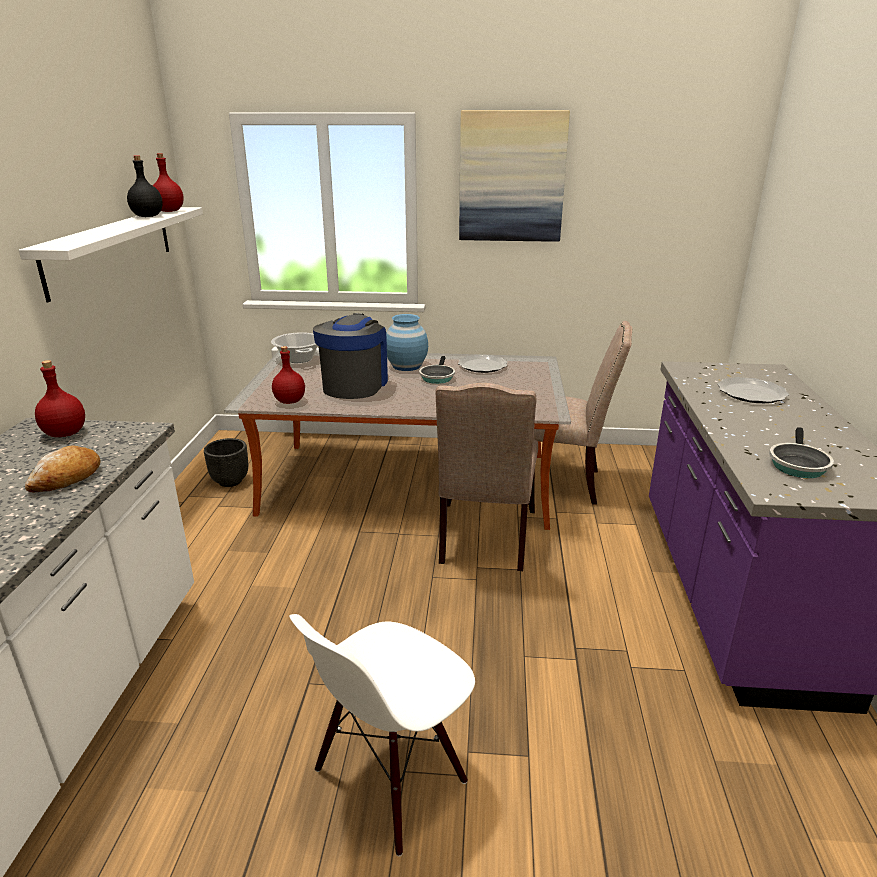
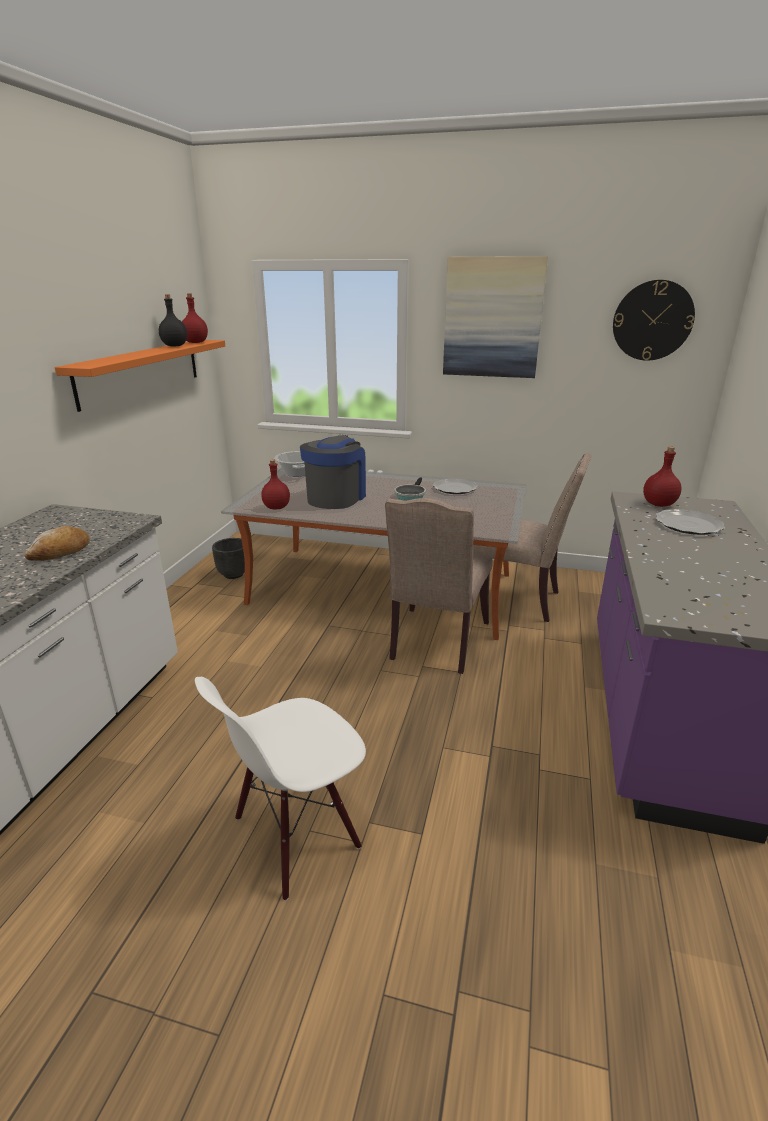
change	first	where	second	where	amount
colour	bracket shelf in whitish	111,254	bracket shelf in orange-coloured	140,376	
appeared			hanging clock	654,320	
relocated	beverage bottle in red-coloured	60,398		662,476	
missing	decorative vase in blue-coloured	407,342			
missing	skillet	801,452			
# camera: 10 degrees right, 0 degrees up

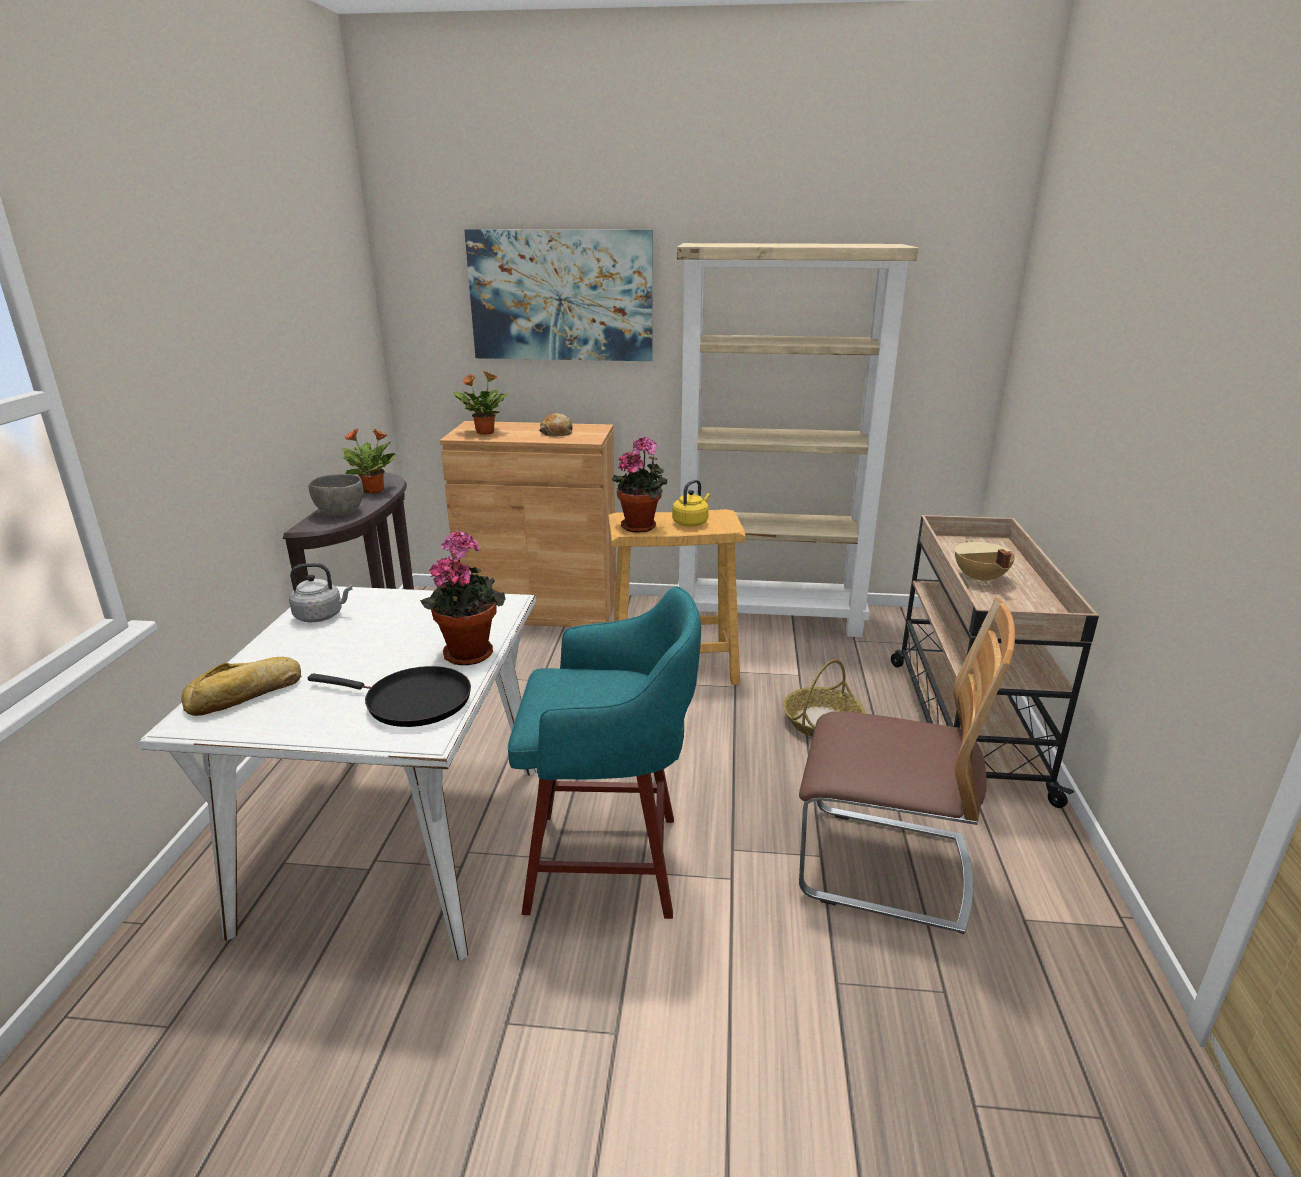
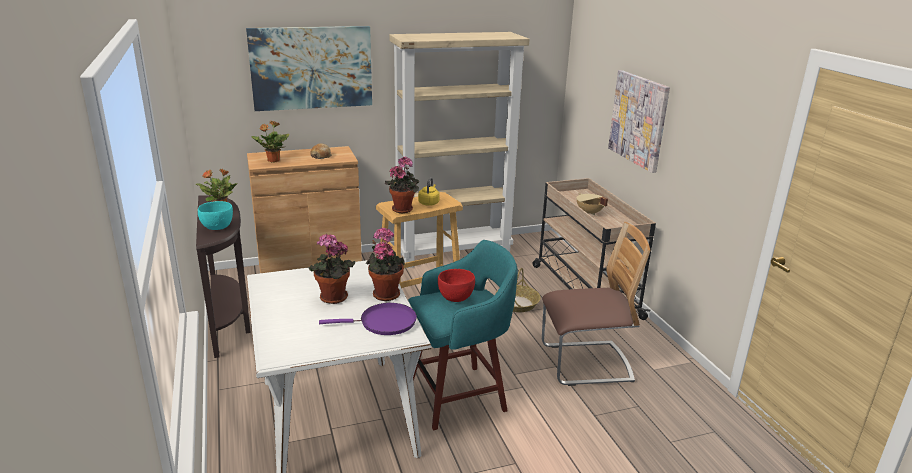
change	first	where	second	where	amount
colour	deep dish in grey	336,495	deep dish in turquoise-coloured	215,215	
appeared			houseplant	331,269	
colour	skillet in blackish	389,696	skillet in purplish	368,319	
appeared			deep dish in red-coloured	456,285	
appeared			picture	639,121	
missing	bakery bread	241,686			
missing	kettle in grey	320,592			
# camera: 25 degrees left, 0 degrees up

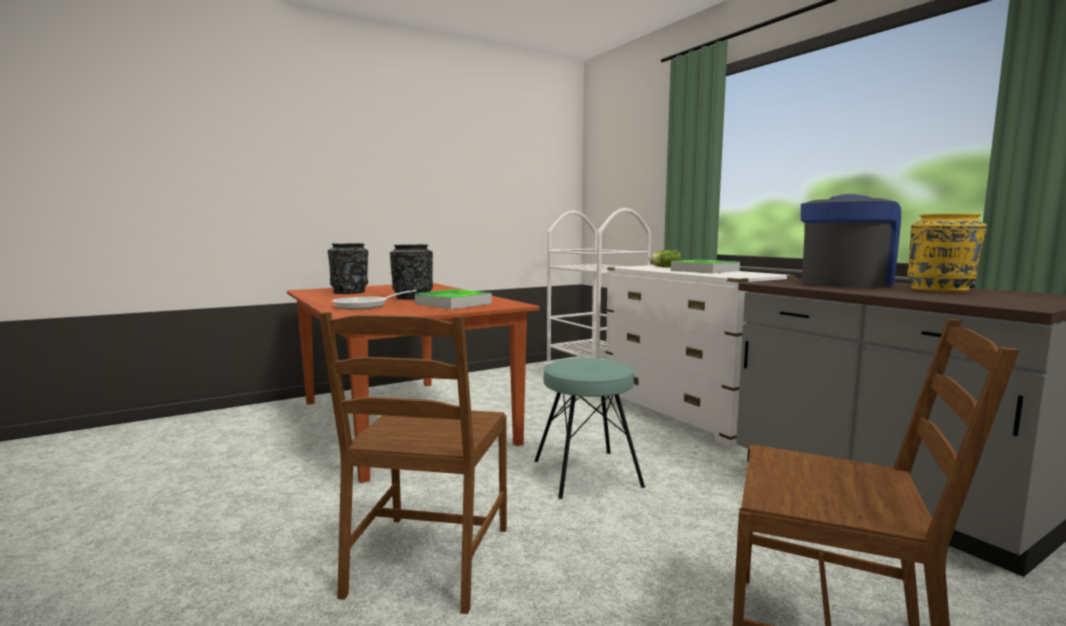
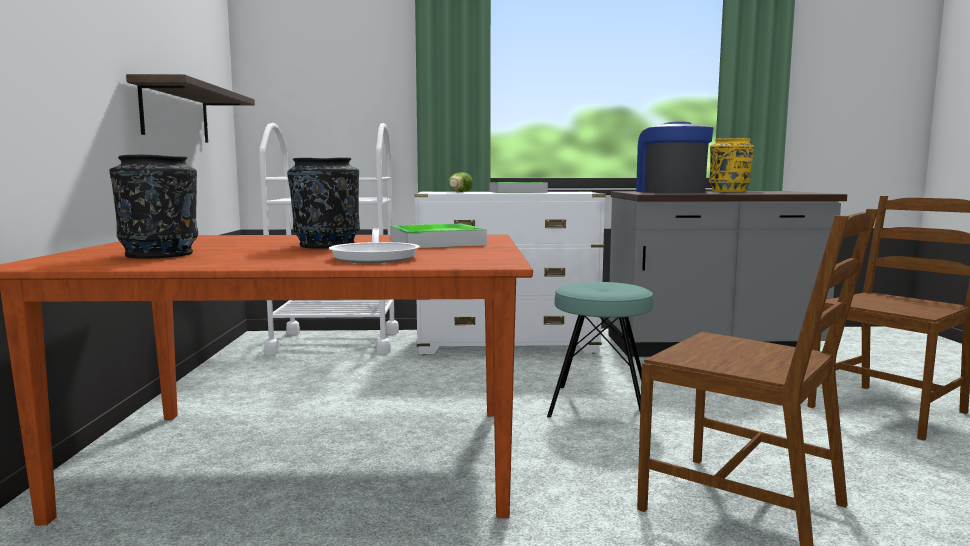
change	first	where	second	where	amount
appeared			bracket shelf	190,108	
# camera: 60 degrees left, 0 degrees up

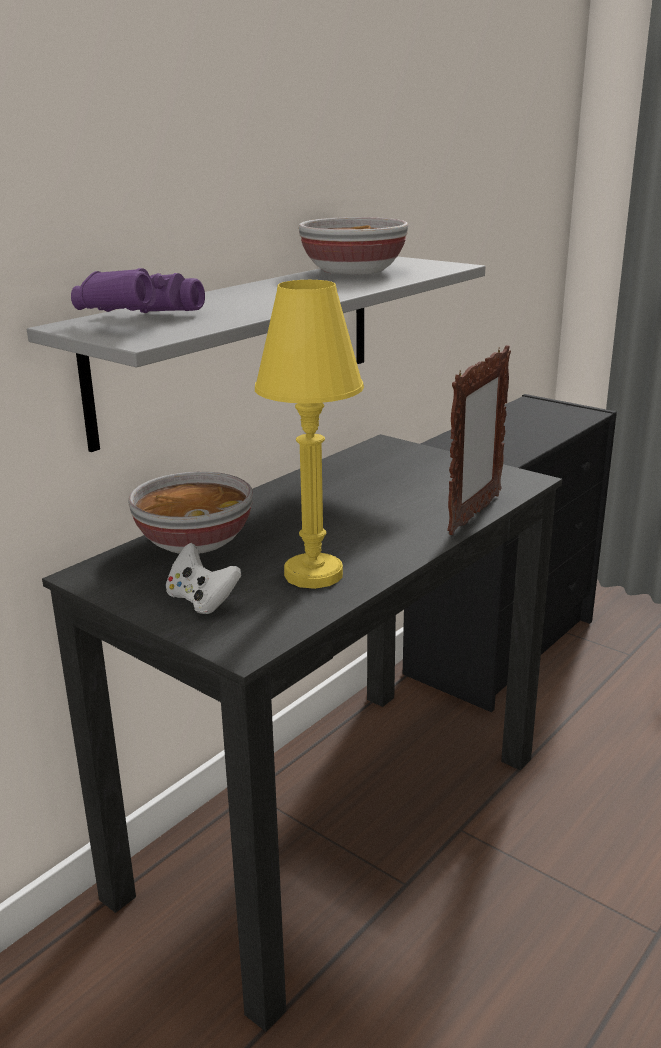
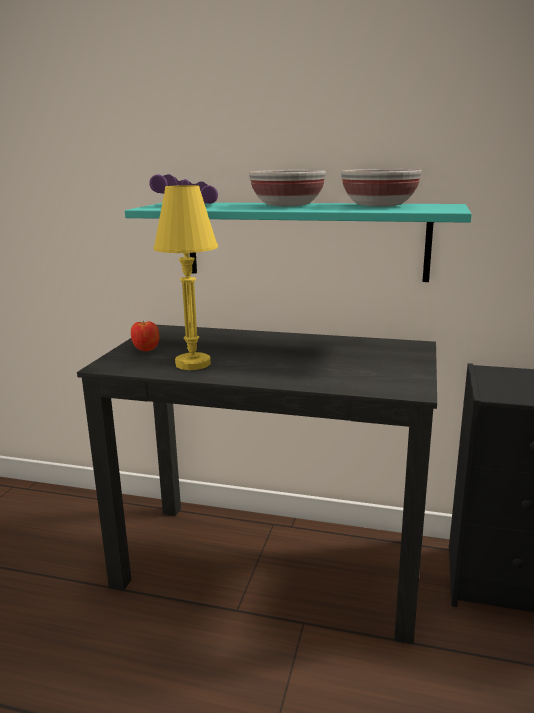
change	first	where	second	where	amount
colour	bracket shelf in grey	256,354	bracket shelf in turquoise-coloured	298,242	
exchanged	joypad in whitish	203,578	apple fruit	145,336	
relocated	deep dish	190,513		287,188	
missing	picture frame	479,440			
# camera: 65 degrees right, 5 degrees down

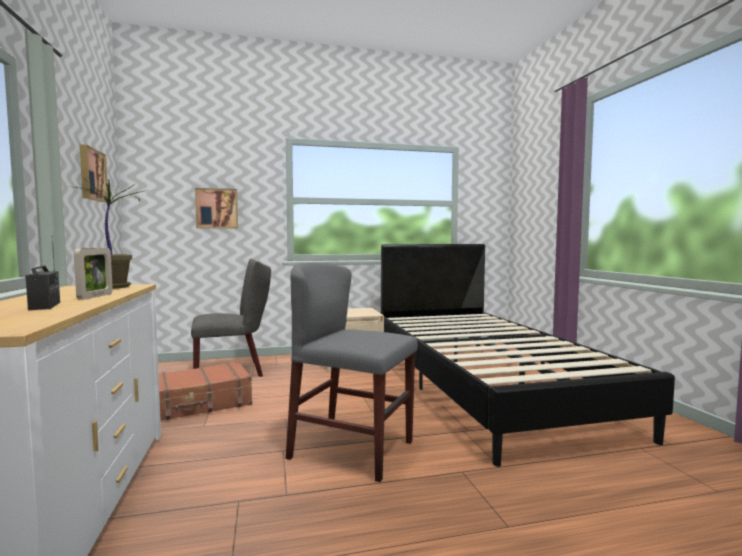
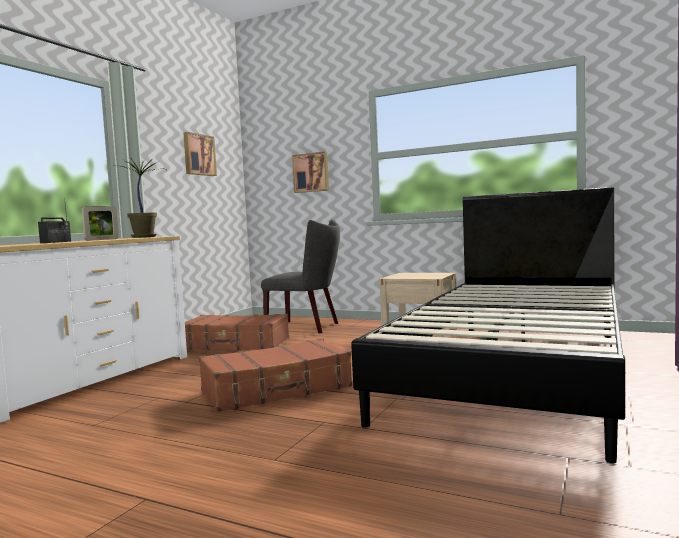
change	first	where	second	where	amount
exchanged	chair in grey	352,372	suitcase in brown-coloured	275,375	
# camera: 40 degrees right, 0 degrees up

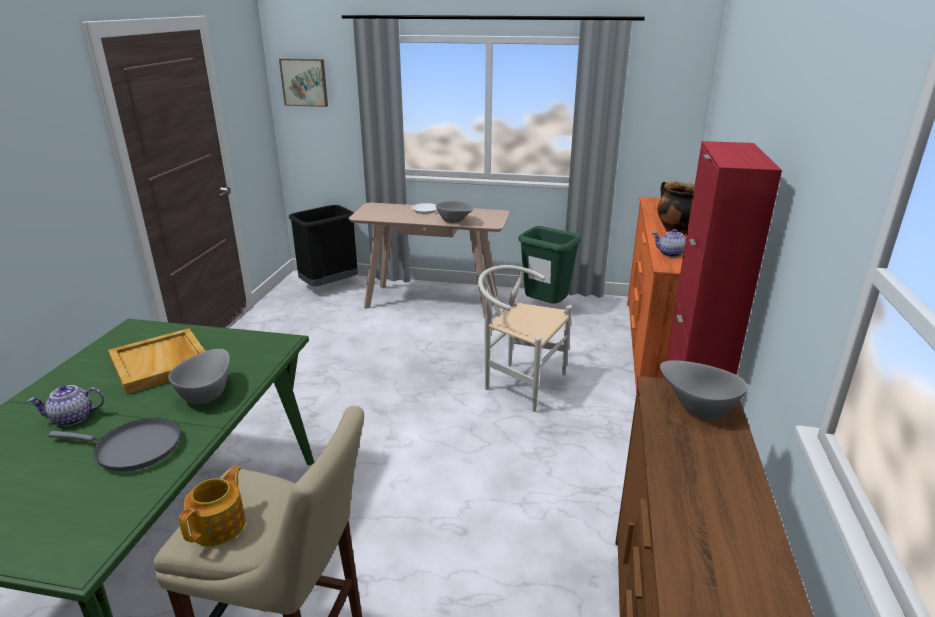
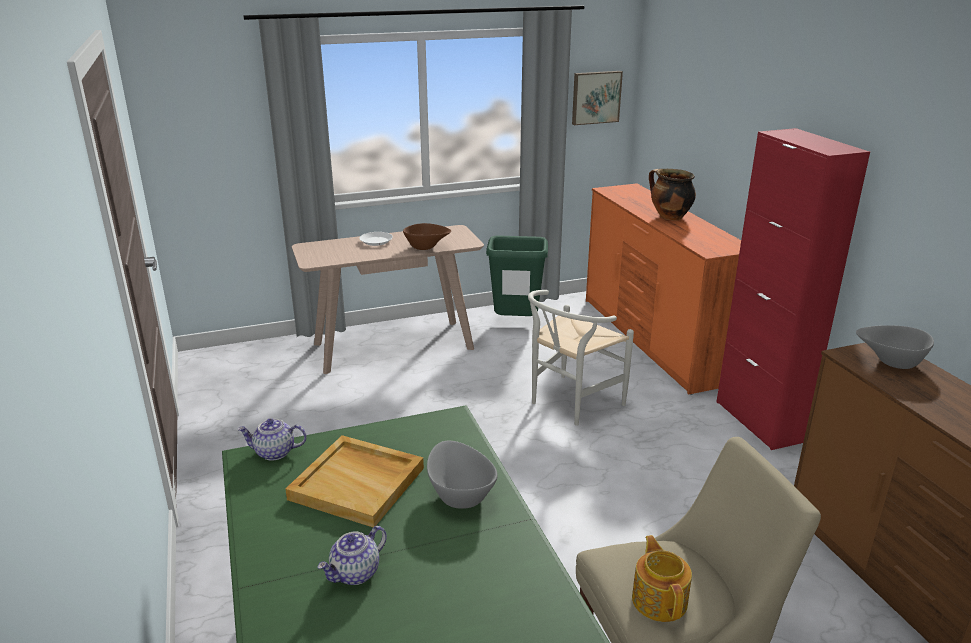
change	first	where	second	where	amount
relocated	tea pot	669,243		272,439	
colour	deep dish in grey	454,212	deep dish in brown-coloured	427,236	
spun	chair in whitish	525,338		581,358	45 degrees counterclockwise
relocated	picture	303,82		597,98	
missing	skillet in grey	114,444			
missing	trash can in blackish	323,246			
# camera: 30 degrees left, 0 degrees up

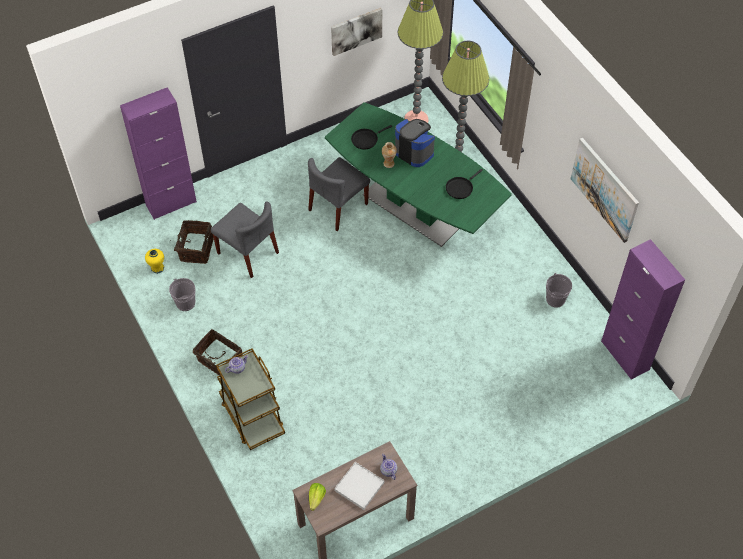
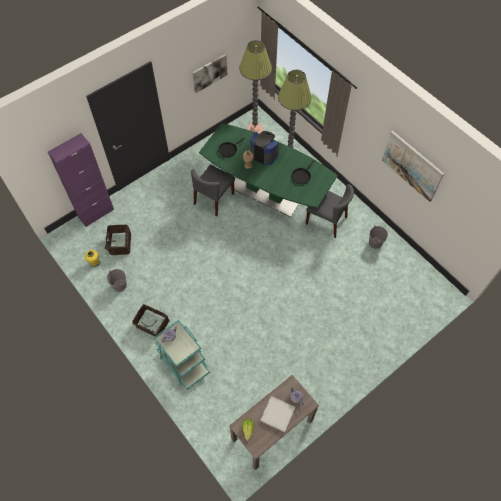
change	first	where	second	where	amount
colour	trolley in brown-coloured	250,399	trolley in turquoise-coloured	182,355	
relocated	chair in grey	245,240		330,211	
missing	cupboard in purplish	643,309			
# camera: 10 degrees left, 5 degrees up

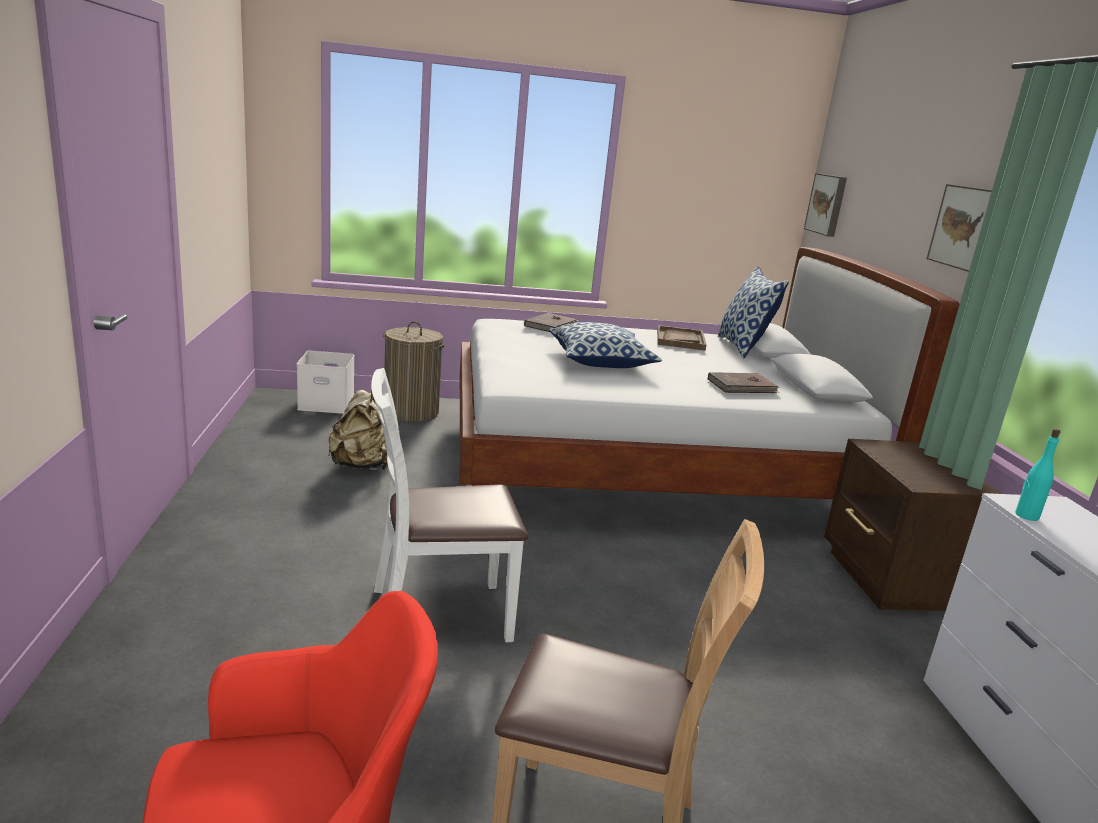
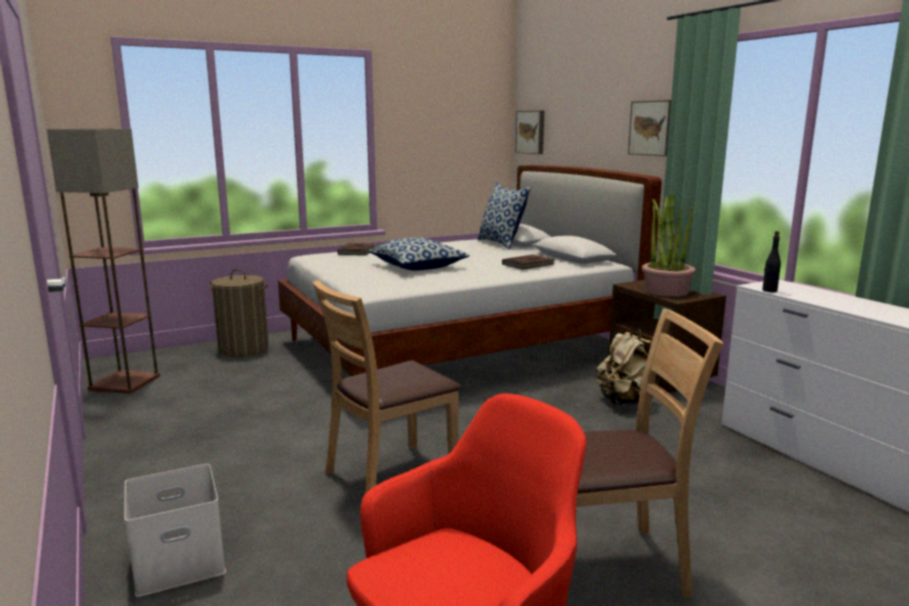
change	first	where	second	where	amount
appeared			floor lamp	103,261	
relocated	storage bin in whitish	326,382		175,530	
colour	chair in whitish	449,505	chair in brown-coloured	386,387	
relocated	backpack in beige	358,430		627,367	
appeared			houseplant	669,245	
colour	beverage bottle in turquoise-coloured	1037,475	beverage bottle in blackish	771,262	
missing	tray in brown-coloured	682,338			
# camera: 20 degrees left, 5 degrees down

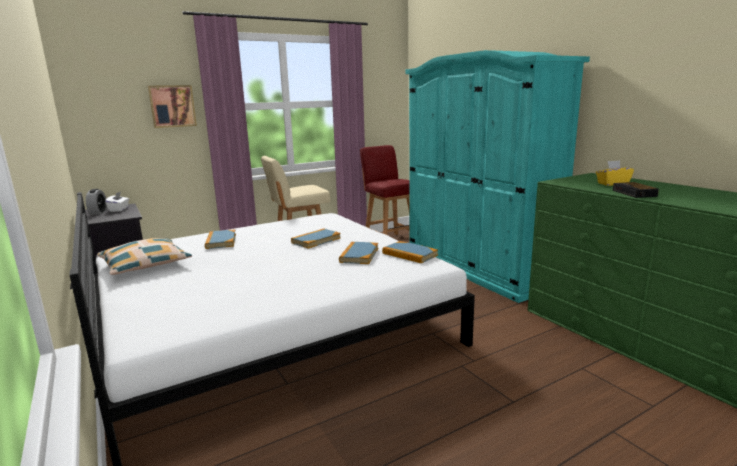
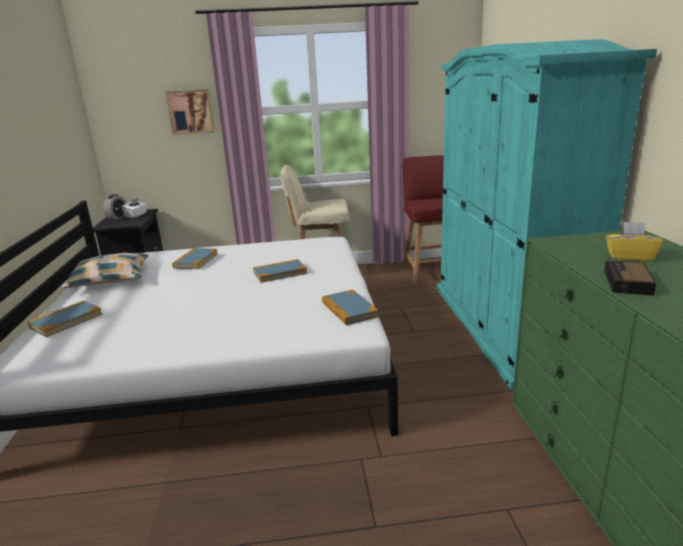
change	first	where	second	where	amount
relocated	book	358,253		65,319	
# camera: 25 degrees right, 5 degrees up

